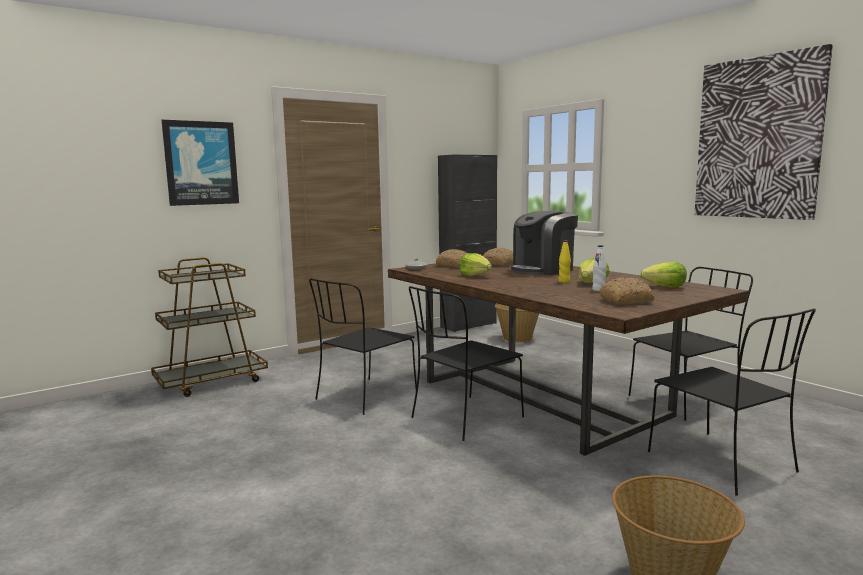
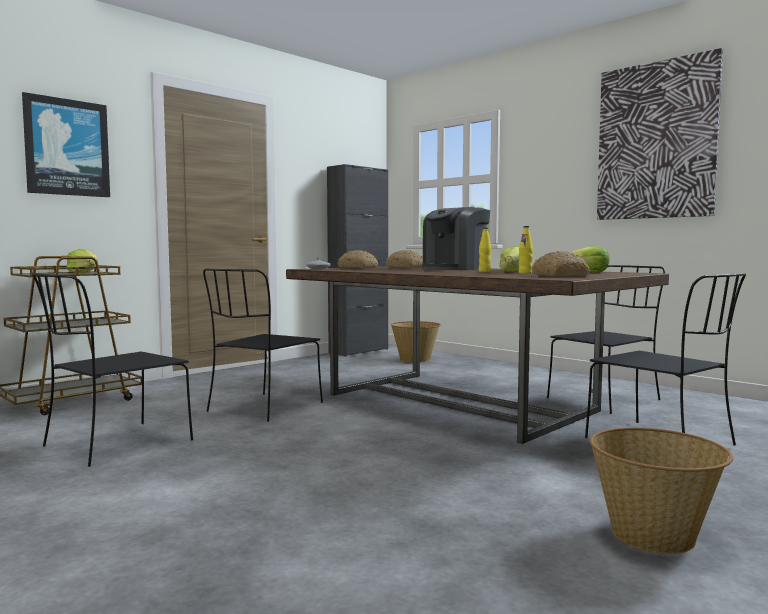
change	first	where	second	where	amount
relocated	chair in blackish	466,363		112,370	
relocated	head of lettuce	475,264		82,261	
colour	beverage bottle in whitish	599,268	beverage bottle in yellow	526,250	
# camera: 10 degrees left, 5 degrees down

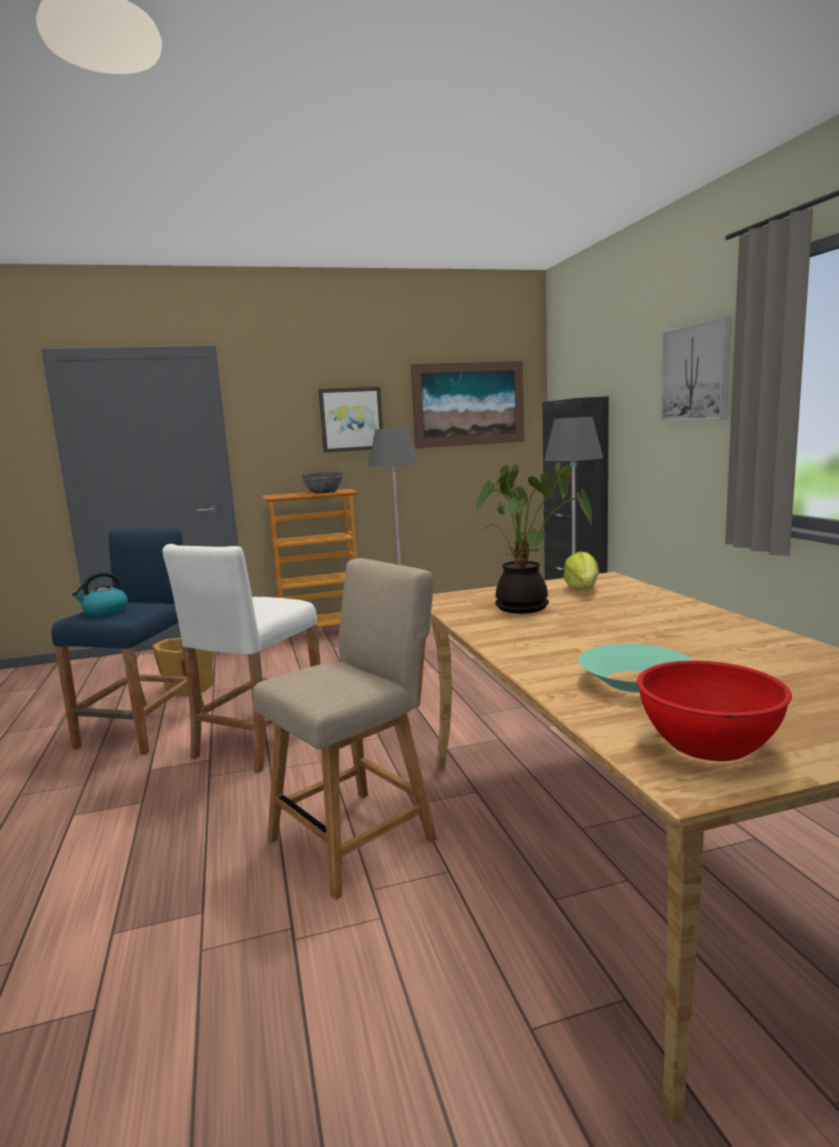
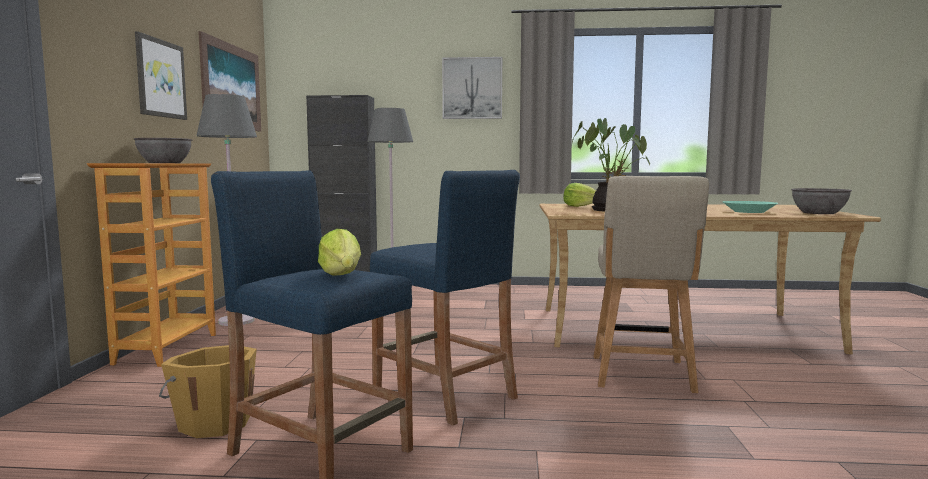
change	first	where	second	where	amount
exchanged	kettle	100,594	head of lettuce	339,252	
colour	stool in whitish	241,658	stool in blue-coloured	445,297	
spun	chair in beige	345,729		651,284	150 degrees counterclockwise
colour	deep dish in red-coloured	714,711	deep dish in grey	821,201	
# camera: 70 degrees left, 5 degrees down

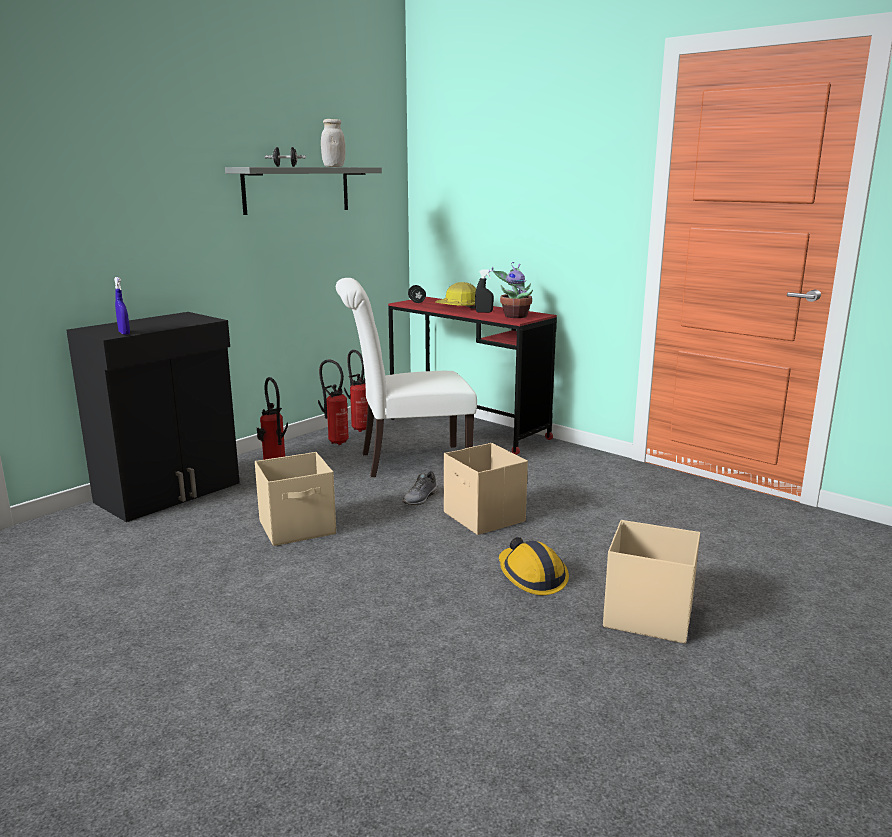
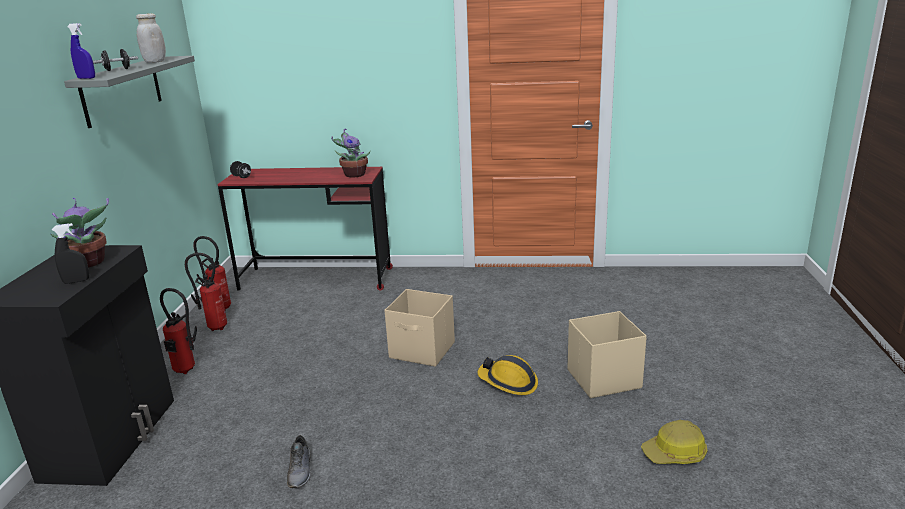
change	first	where	second	where	amount
appeared			houseplant	79,232	
relocated	hand sprayer in blackish	484,291		70,253	
relocated	hand sprayer in blue-coloured	122,306		81,51	
relocated	item of footwear in grey	420,488		299,461	
relocated	work helmet	456,295		674,442	
missing	storage bin in beige	295,499			
missing	chair in whitish	406,377			
# camera: 35 degrees left, 5 degrees up

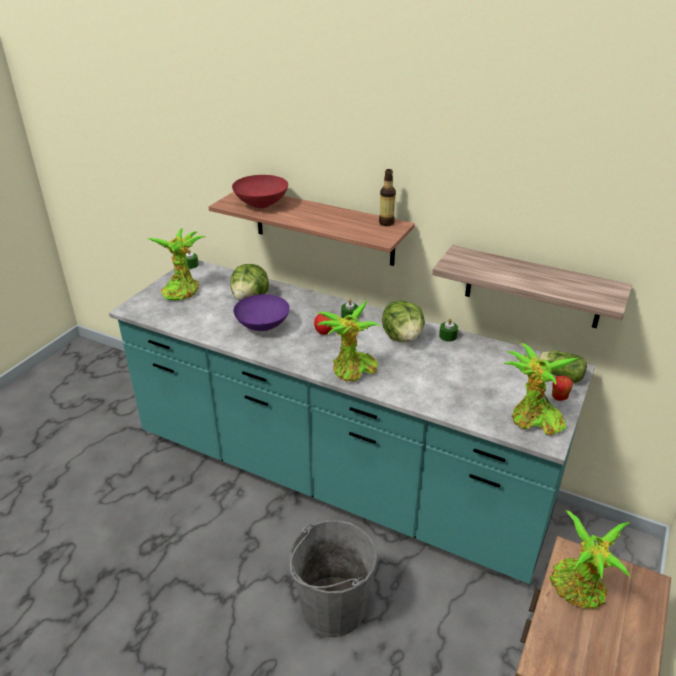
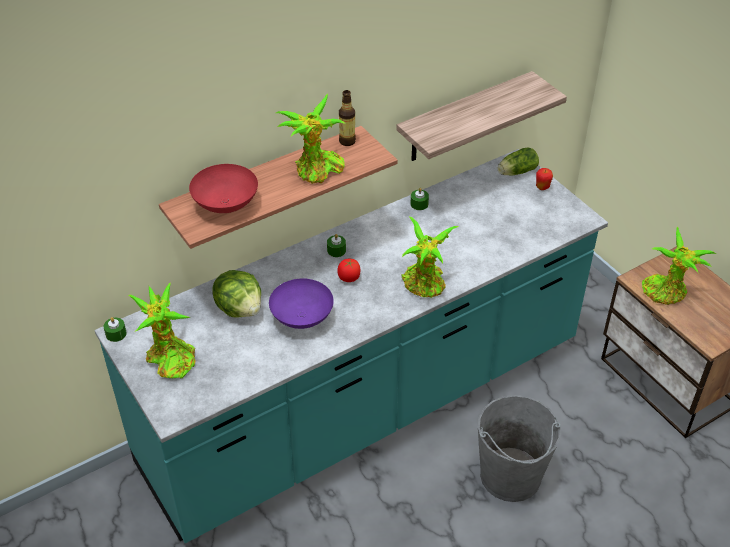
change	first	where	second	where	amount
relocated	houseplant	541,389		310,139	
missing	head of lettuce	403,321			
# camera: 60 degrees left, 10 degrees up

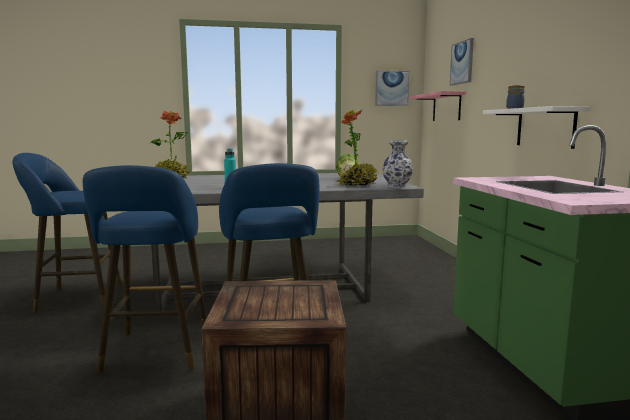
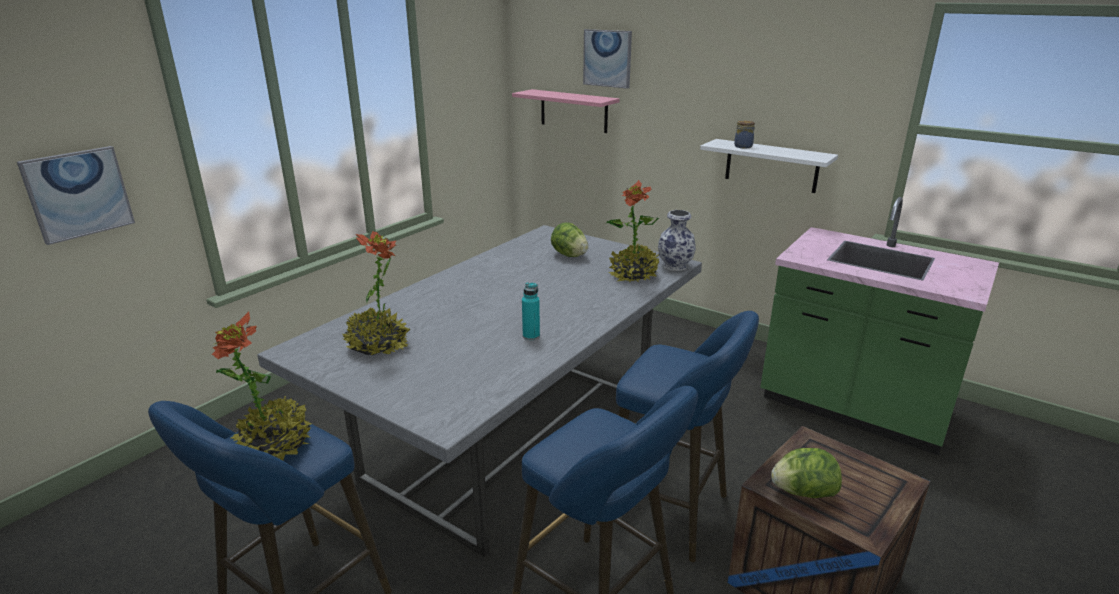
change	first	where	second	where	amount
relocated	picture	392,88		76,195	
appeared			houseplant	262,386	
appeared			head of lettuce	806,473	
# camera: 45 degrees left, 15 degrees up

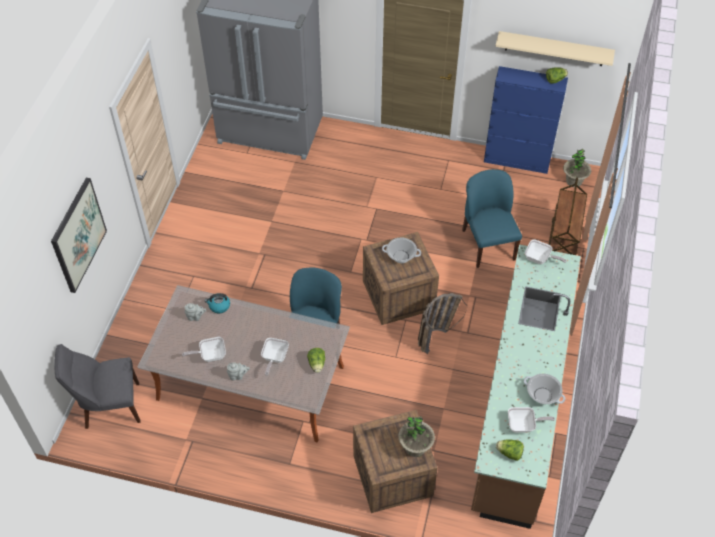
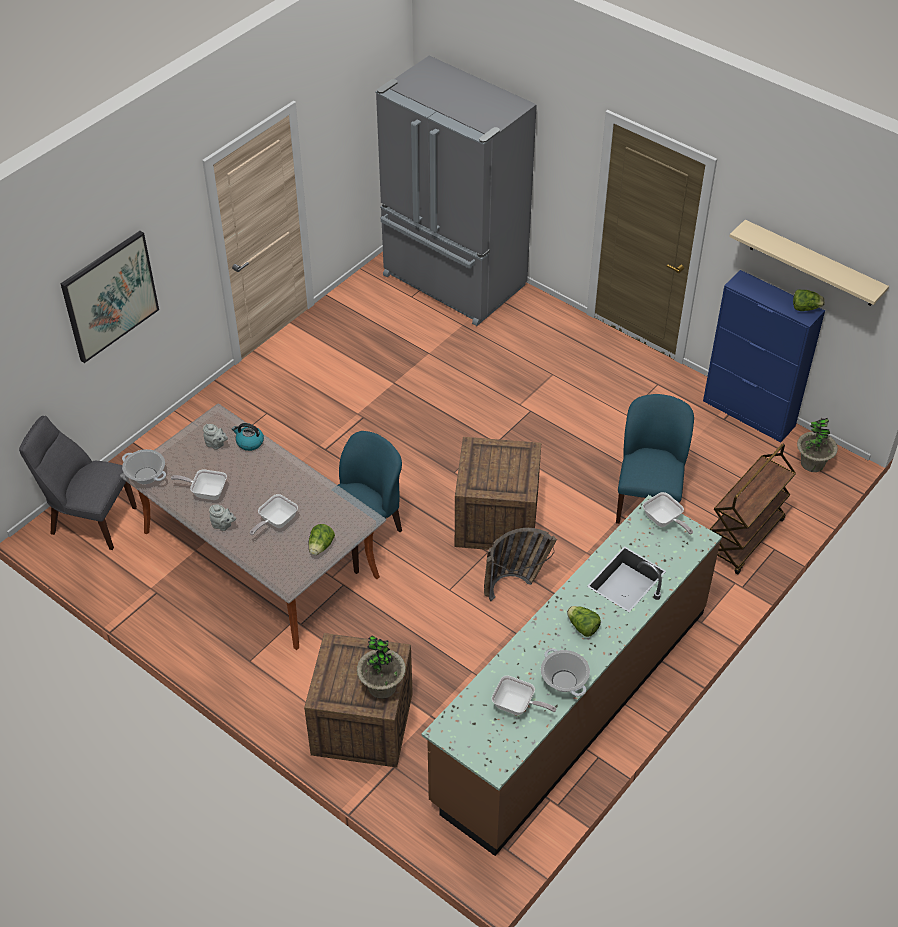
change	first	where	second	where	amount
relocated	stockpot	401,250		144,466	
relocated	head of lettuce	510,450		584,621	
# camera: 25 degrees right, 5 degrees down

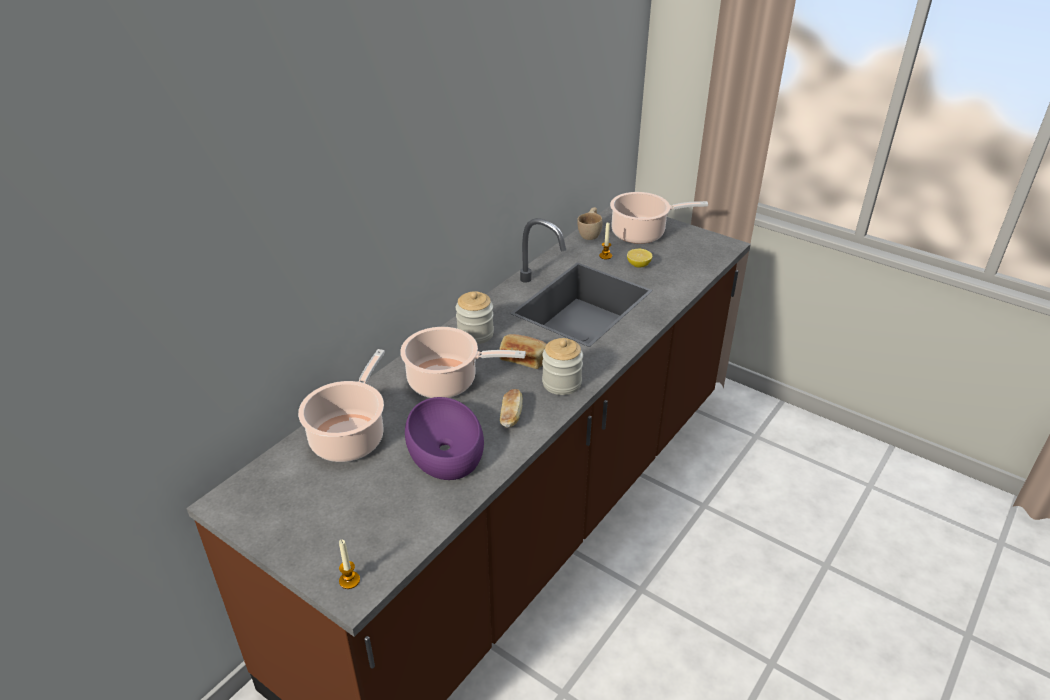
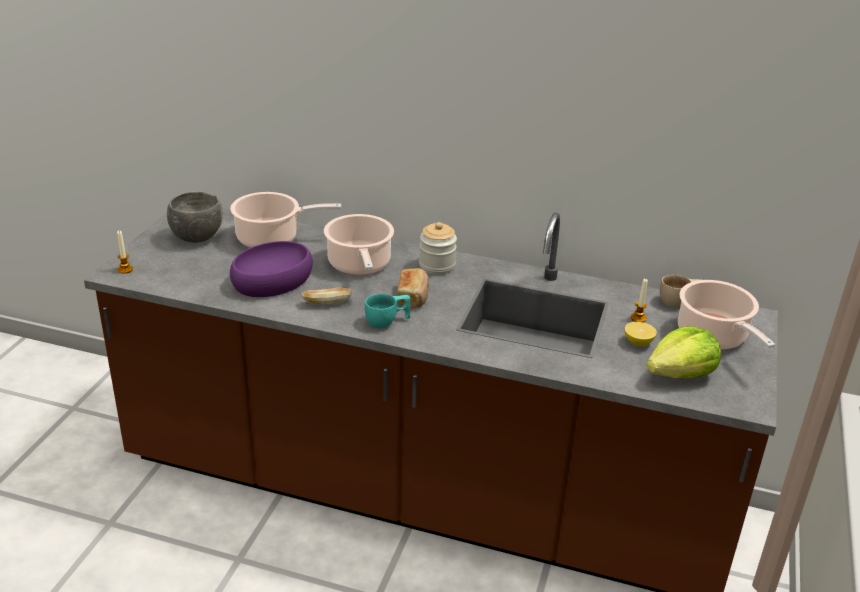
change	first	where	second	where	amount
appeared			deep dish in grey	195,217	
exchanged	storage jar	562,366	drinking cup in turquoise-coloured	388,311	
appeared			head of lettuce	684,352	
# camera: 70 degrees right, 5 degrees down

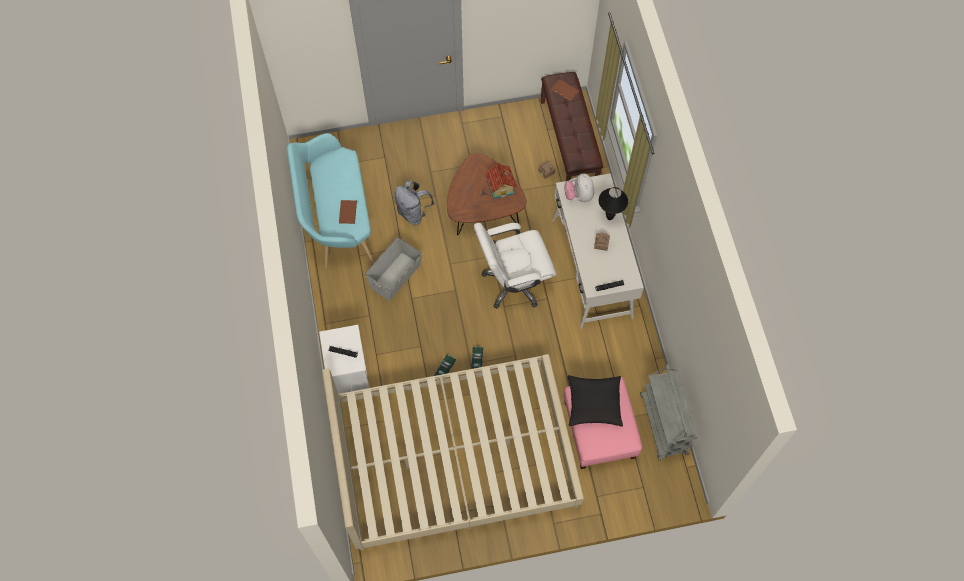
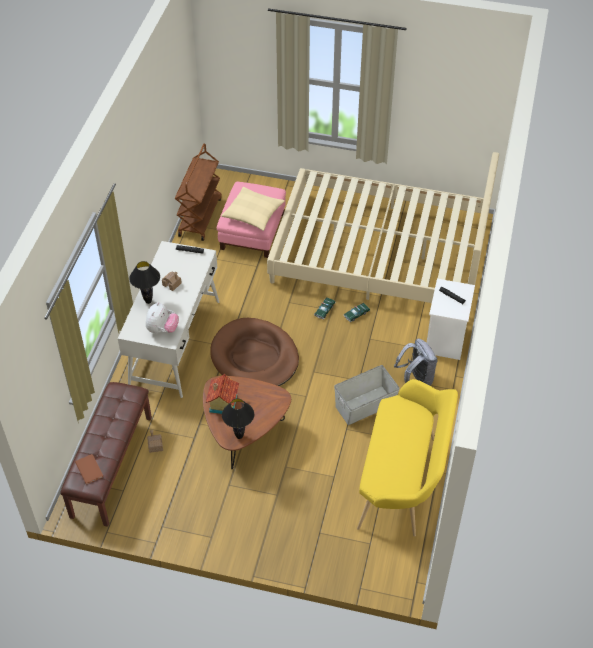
change	first	where	second	where	amount
colour	trolley in grey	669,412	trolley in brown-coloured	198,192	
exchanged	computer chair in whitish	514,265	dog bed in brown-coloured	254,352	
colour	cushion in blackish	595,401	cushion in beige	253,209	
appeared			lamp for a table in blackish	238,418	
colour	indoor bench in turquoise-coloured	330,201	indoor bench in yellow	407,458	
relocated	backpack in grey	415,202		415,362	
missing	book in brown-coloured	348,212			
# camera: 155 degrees left, 15 degrees down

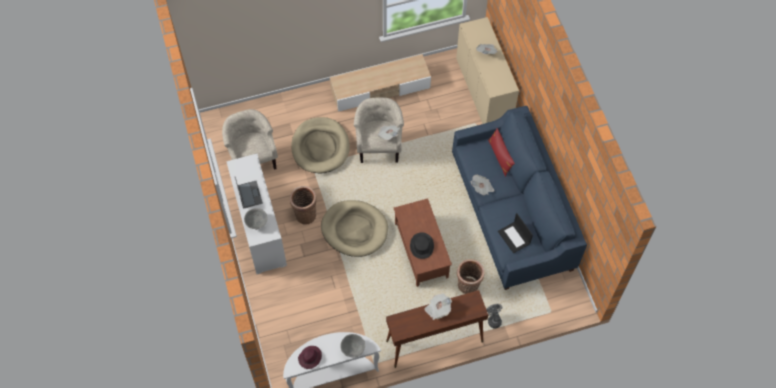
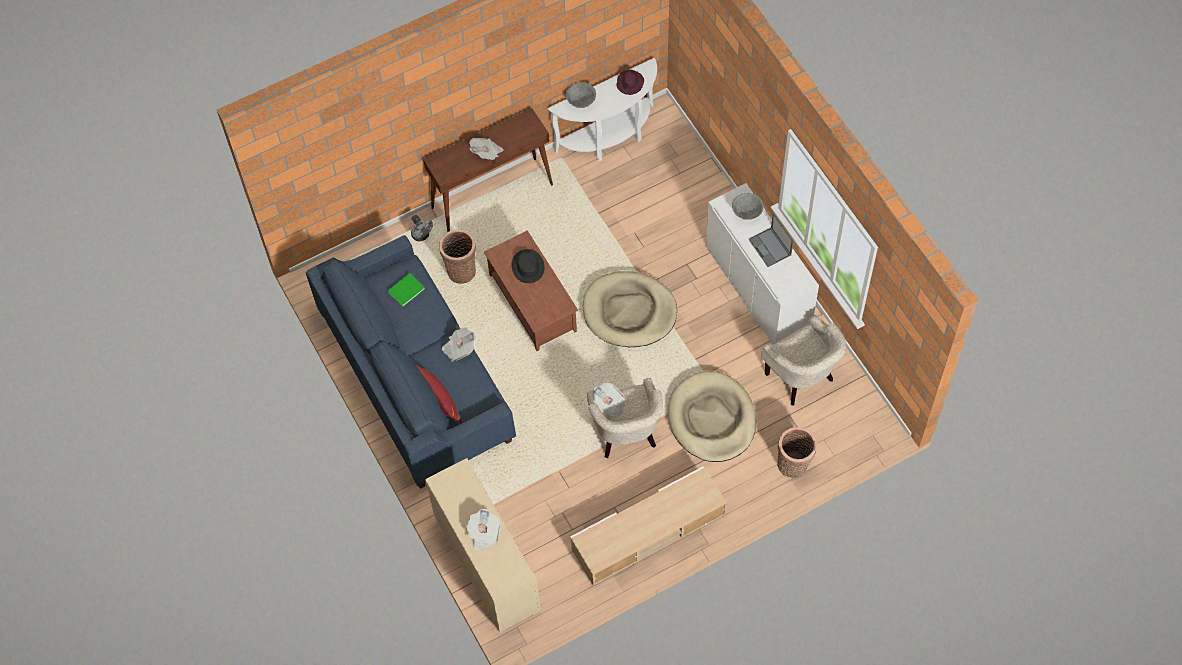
change	first	where	second	where	amount
exchanged	notebook computer	515,233	book in green	406,290	
relocated	storage basket	303,205		797,452	
# camera: 170 degrees right, 0 degrees up

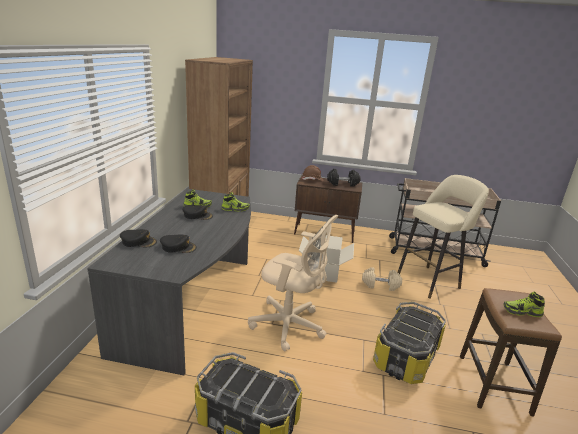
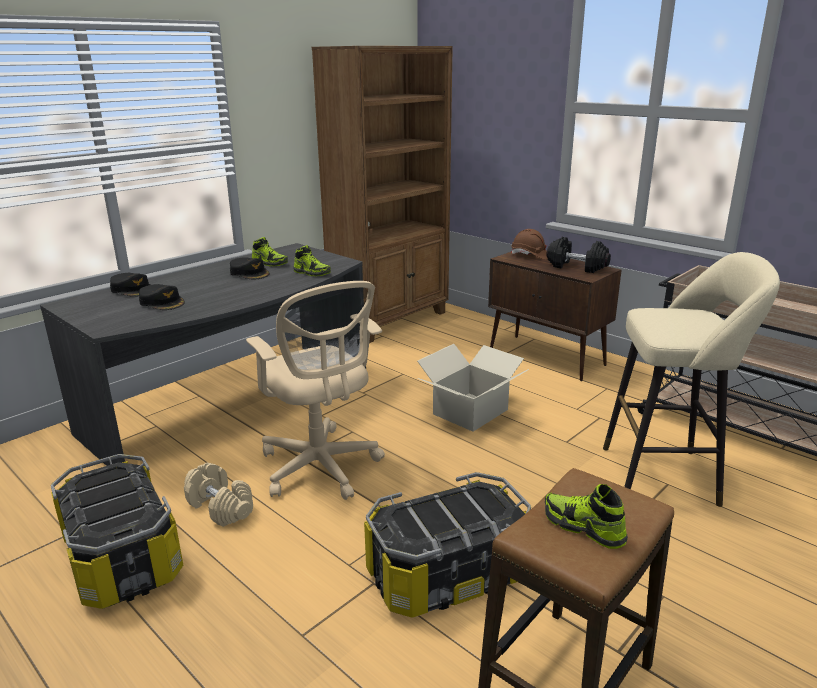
change	first	where	second	where	amount
relocated	hand weight in beige	382,279		218,495	
# camera: 35 degrees right, 0 degrees up

